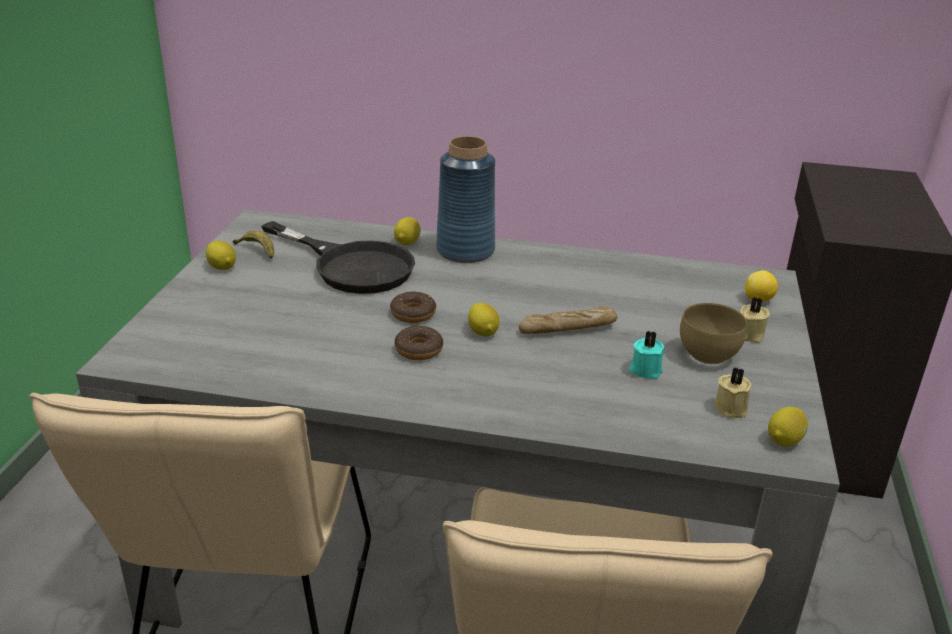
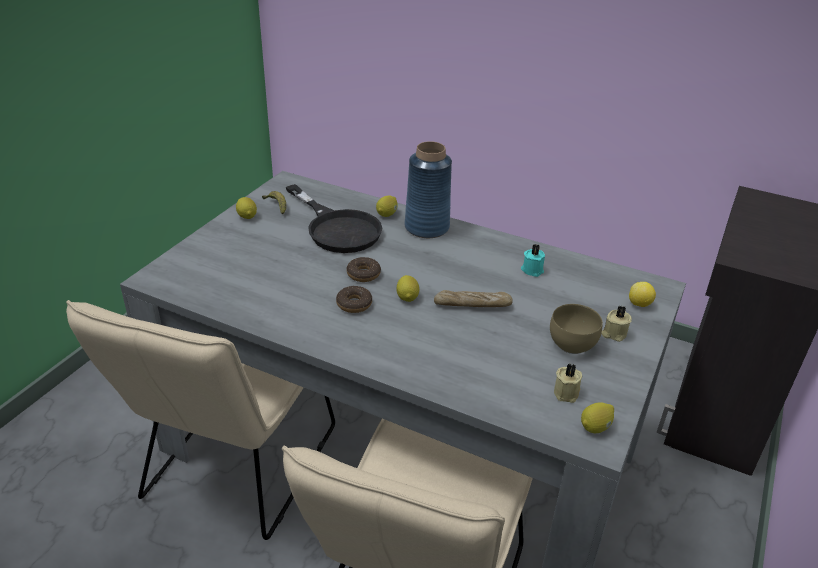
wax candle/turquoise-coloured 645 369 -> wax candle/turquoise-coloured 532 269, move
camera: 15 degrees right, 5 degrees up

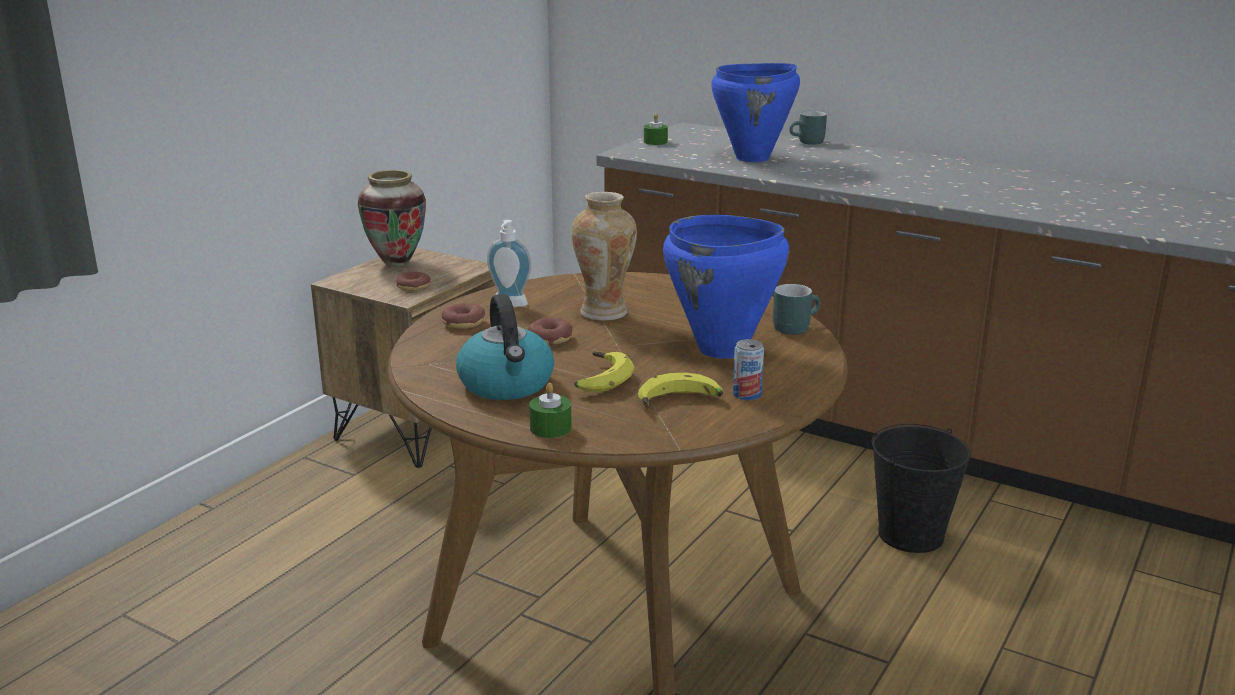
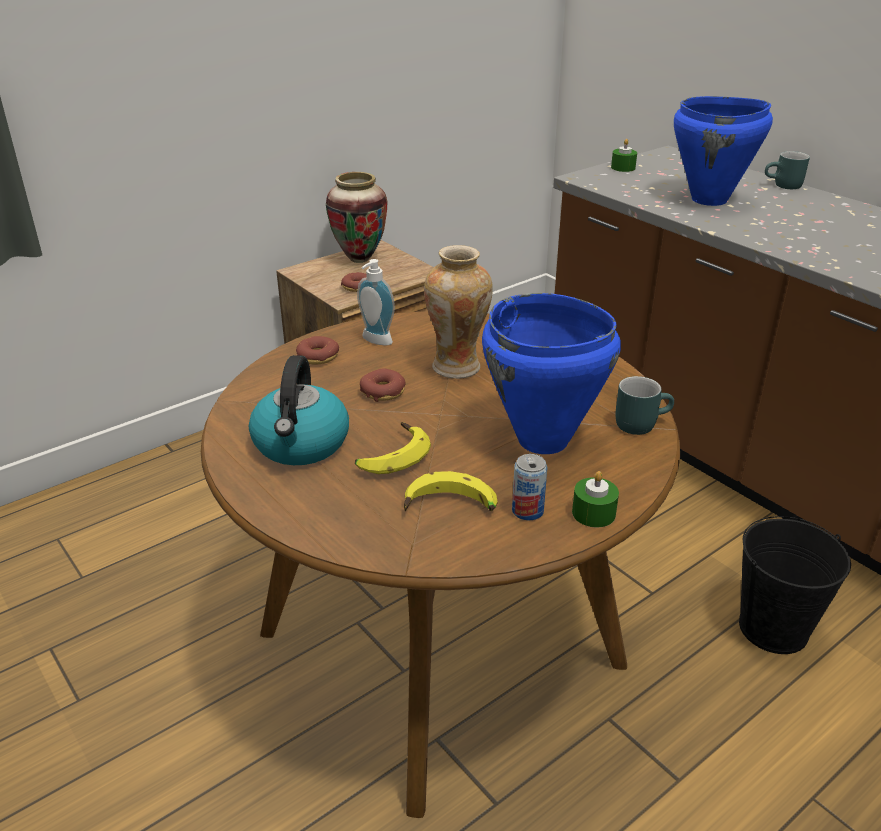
wax candle/green-coloured 550 428 -> wax candle/green-coloured 593 513, move
camera: 20 degrees right, 10 degrees up

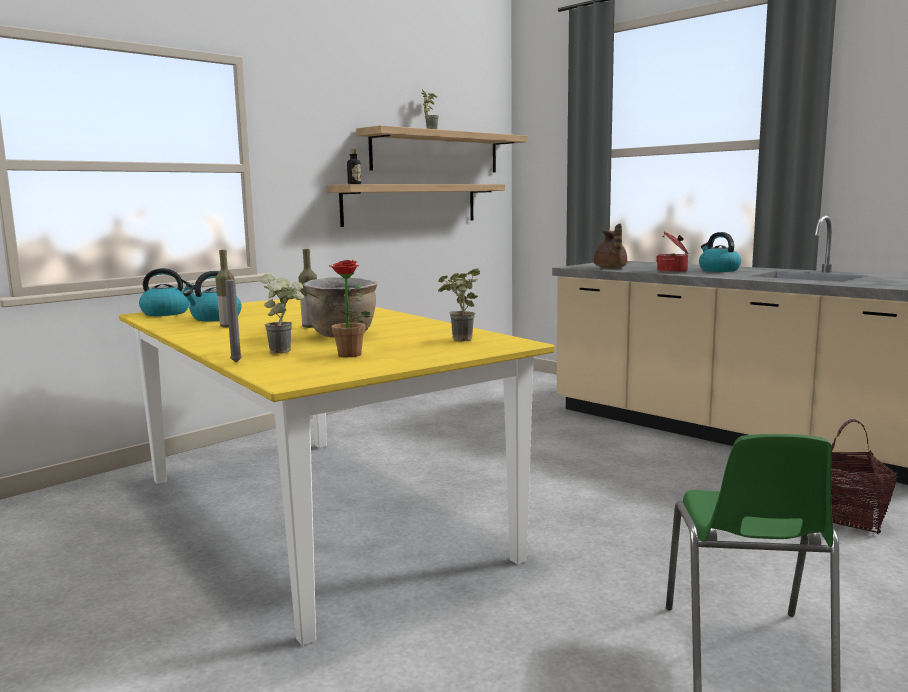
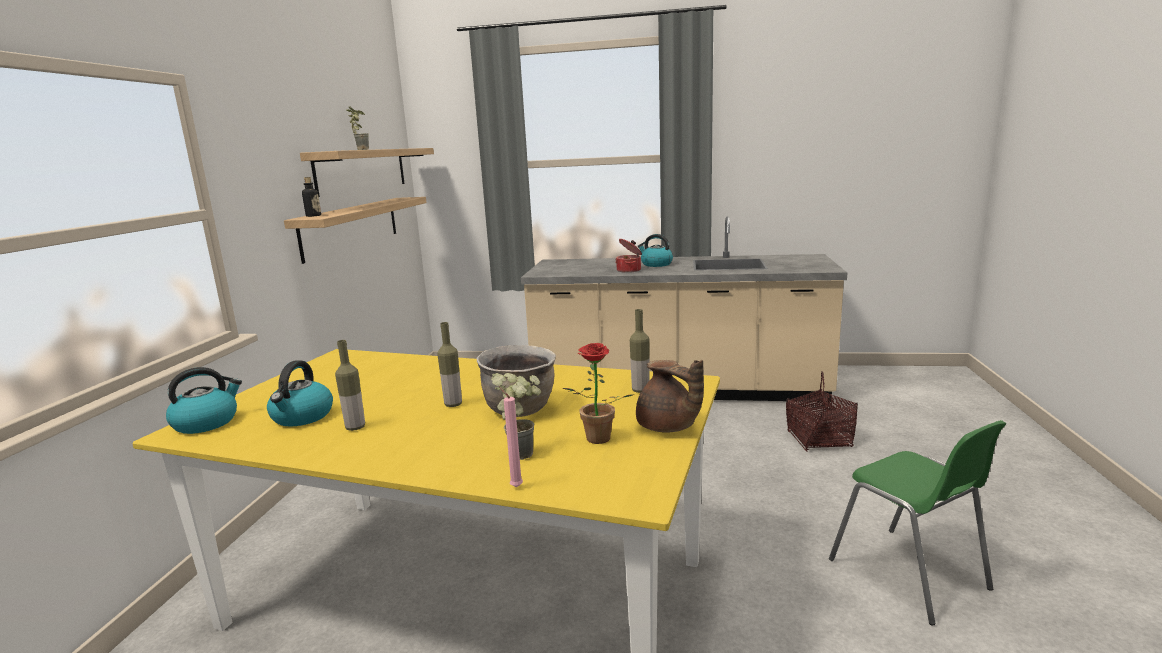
wax candle/grey 236 362 -> wax candle/pink-coloured 515 486
houseplant 458 341 -> bottle 640 390
pot for tea/brown 610 268 -> pot for tea/brown 668 427, move
camera: 35 degrees left, 5 degrees up

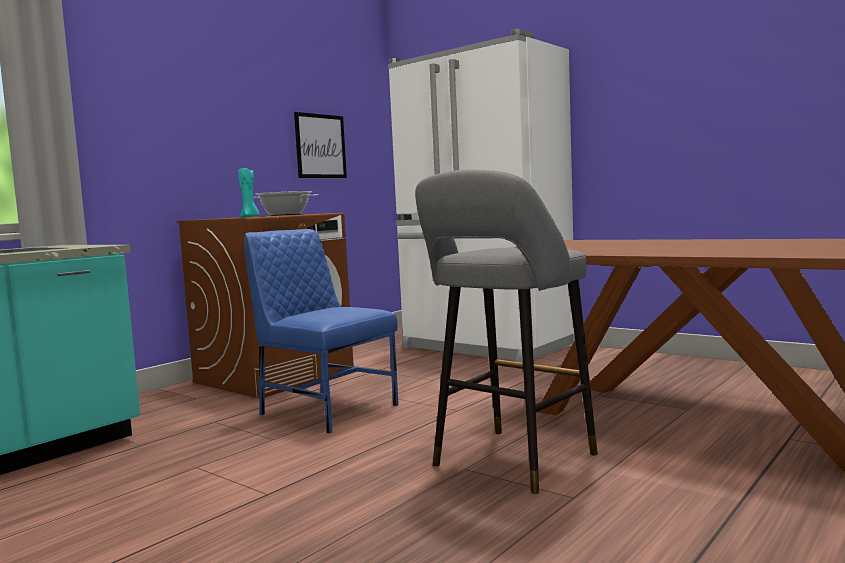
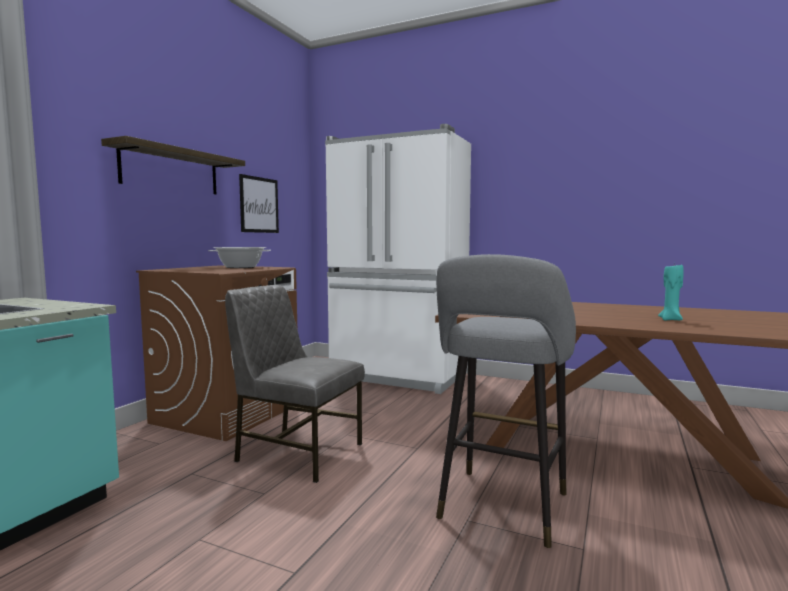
wax candle/turquoise-coloured 249 217 -> wax candle/turquoise-coloured 671 320, move
chair/blue 326 410 -> chair/grey 297 452
none -> wall shelf 171 171
camera: 15 degrees left, 0 degrees up

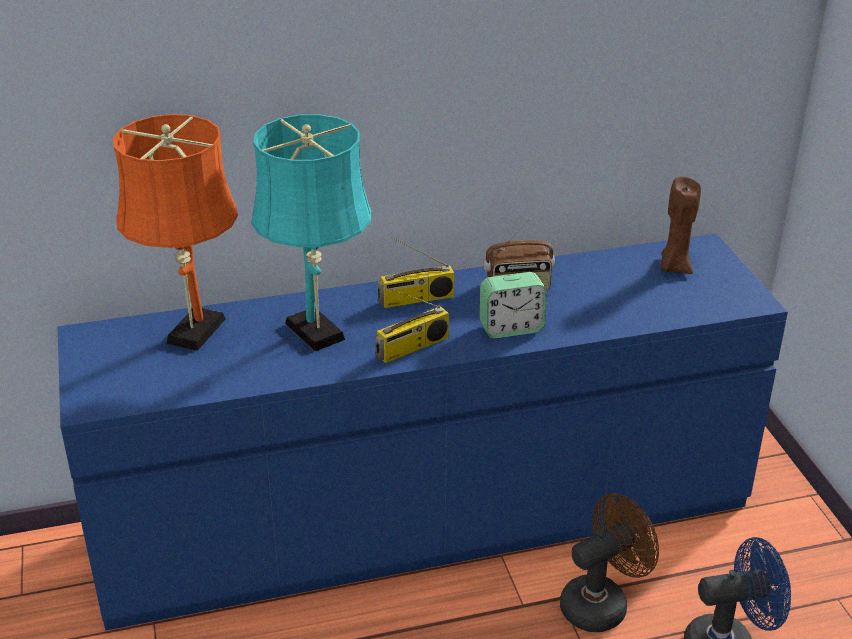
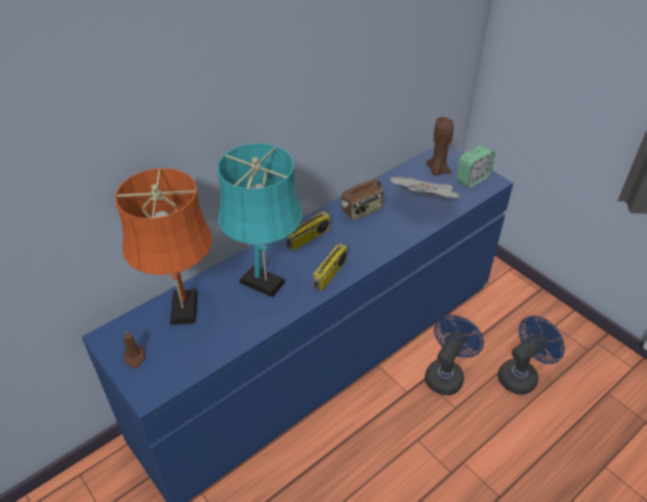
table clock 511 328 -> table clock 472 179, move
cooling fan/brown 602 603 -> cooling fan/blue 446 374
none -> wax candle/brown 135 357
none -> printed paper 425 201
camera: 25 degrees left, 10 degrees up

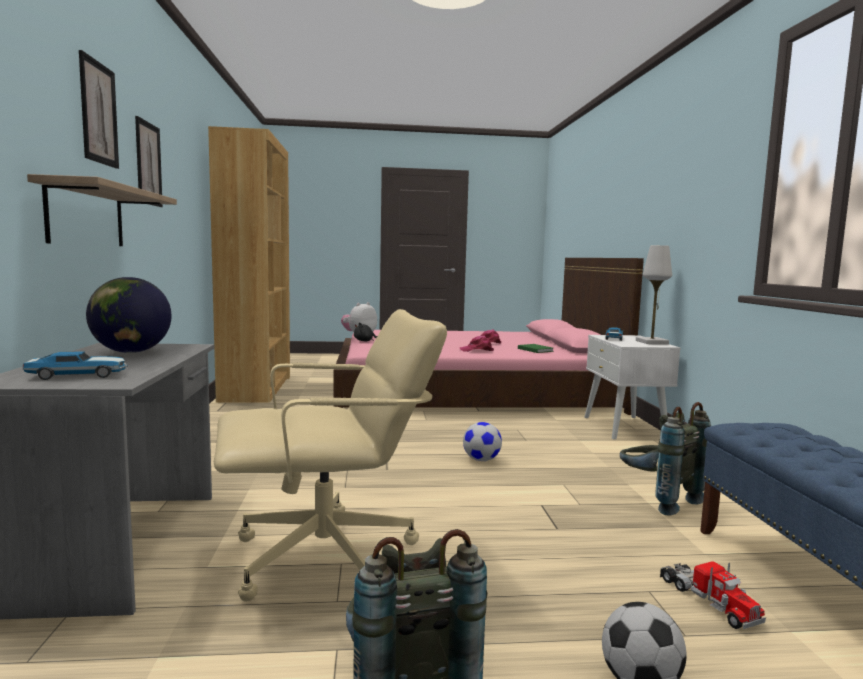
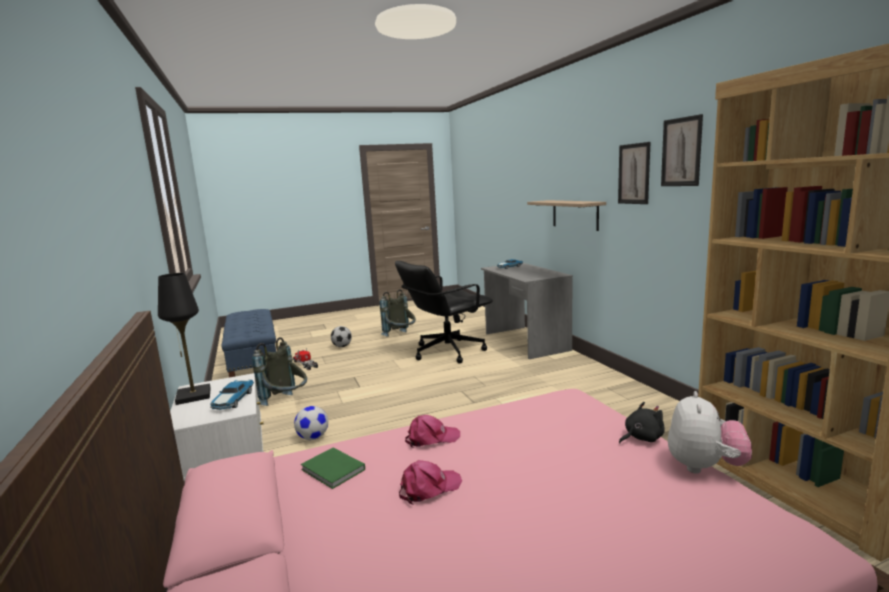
wall picture 98 113 -> wall picture 681 152, move
world globe 131 352 -> none
desk chair/beige 327 558 -> desk chair/black-coloured 447 351
football ball 481 460 -> football ball 313 437, move
lamp for a table/white-coloured 651 342 -> lamp for a table/black-coloured 193 396
camera: 165 degrees right, 5 degrees up

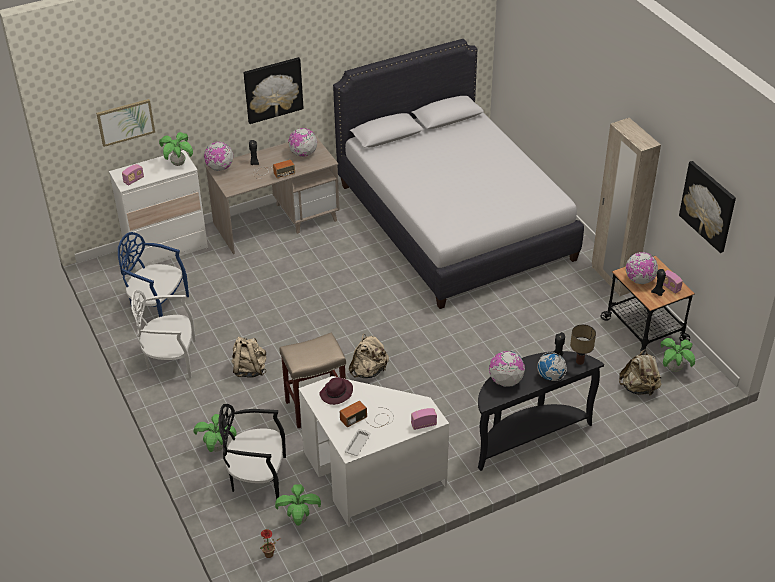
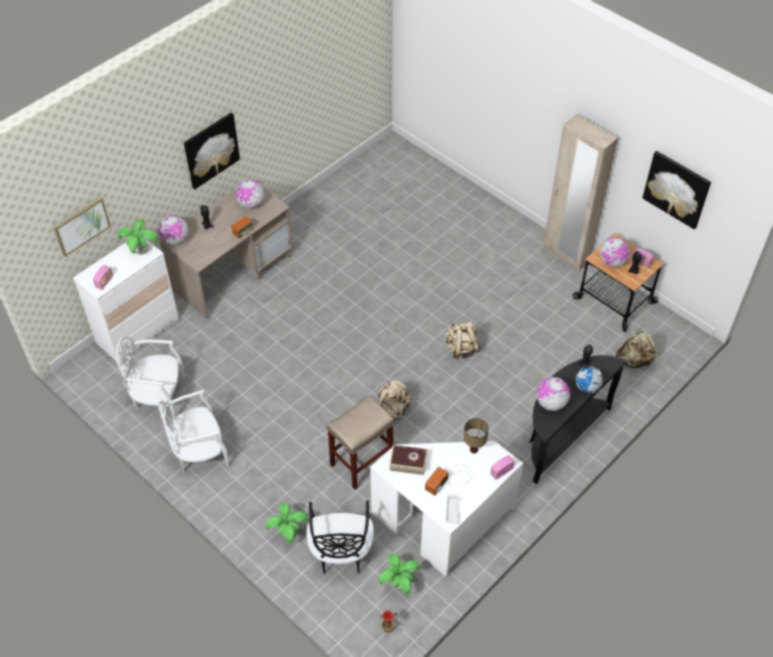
chair/blue 157 306 -> chair/white-coloured 158 397
chair/black-coloured 257 477 -> chair/black-coloured 341 553, 75 degrees counterclockwise
rucksack/beige 249 369 -> rucksack/beige 461 348, move
clothing hat/purple 336 393 -> book 408 462
sleeping bed/white-coloured 454 221 -> none
lamp for a table 580 362 -> lamp for a table 474 450, move
houseplant 674 369 -> none
camera: 20 degrees left, 10 degrees up

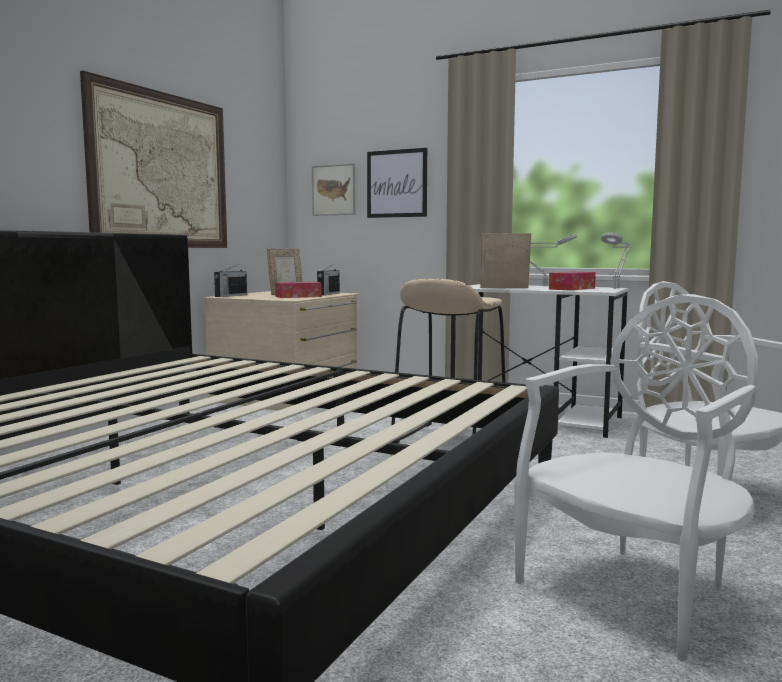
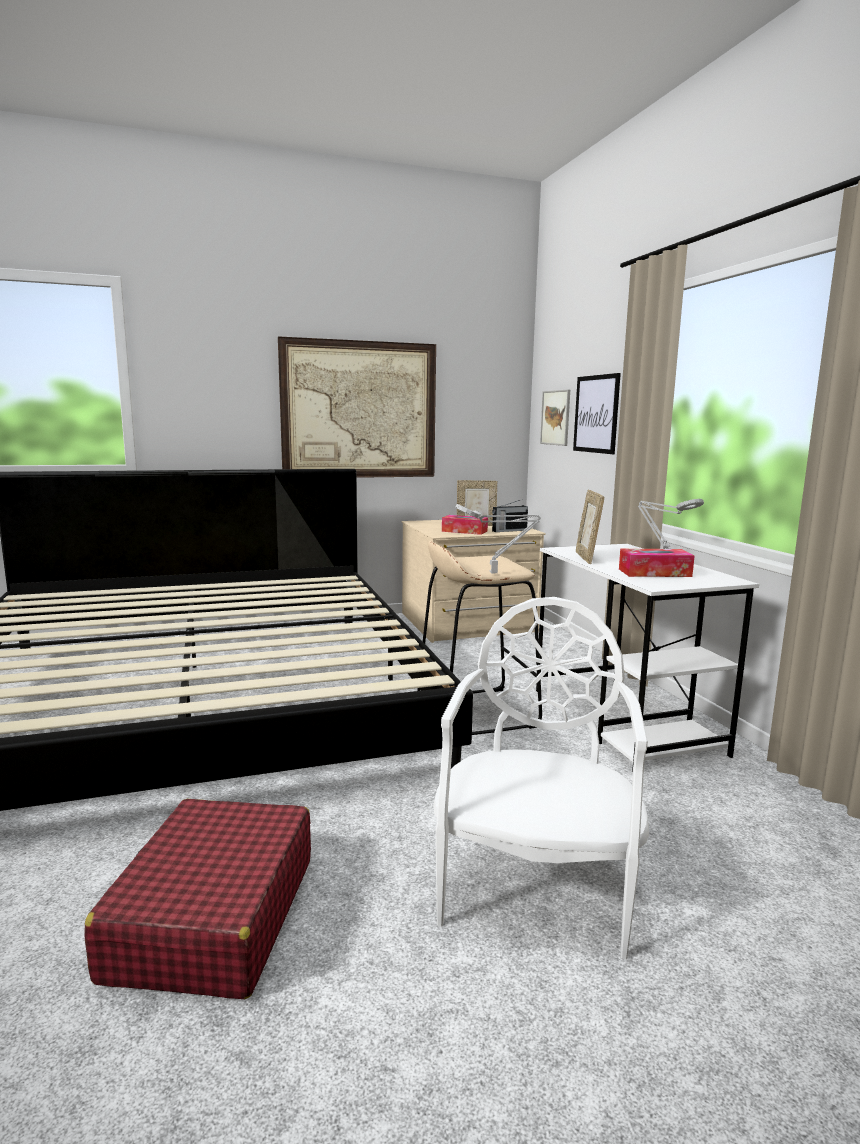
radio receiver 230 295 -> none
picture frame 504 288 -> picture frame 587 558, 135 degrees counterclockwise
chair/white-coloured 634 591 -> travel case/reddish 213 917
lamp for a table/grey 616 288 -> lamp for a table/grey 496 573, move
camera: 45 degrees right, 5 degrees up

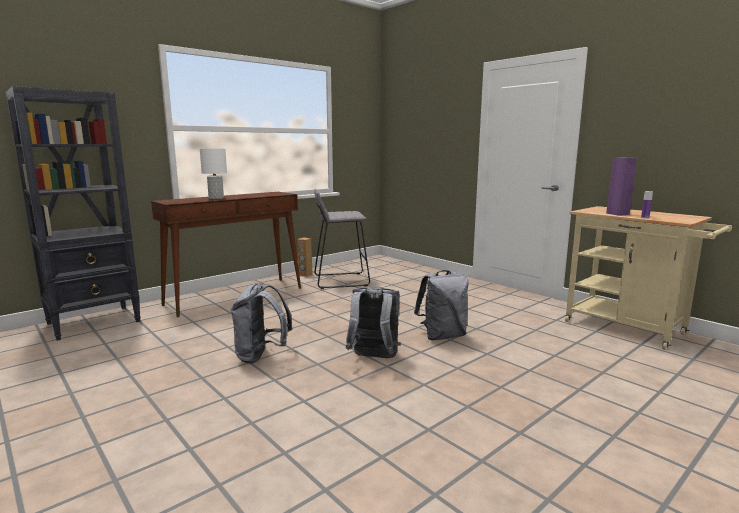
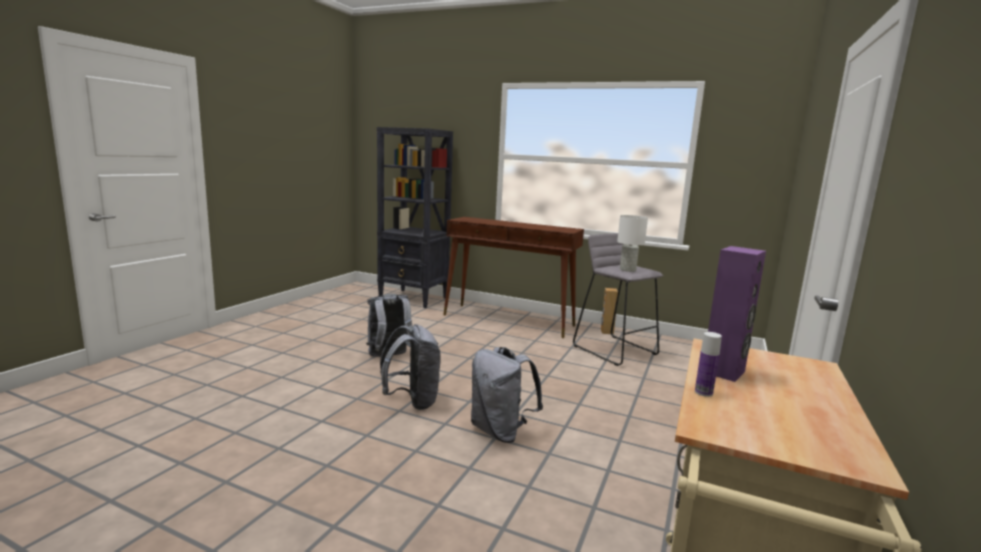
lamp for a table/white-coloured 216 198 -> lamp for a table/white-coloured 627 269, move
camera: 65 degrees right, 0 degrees up

